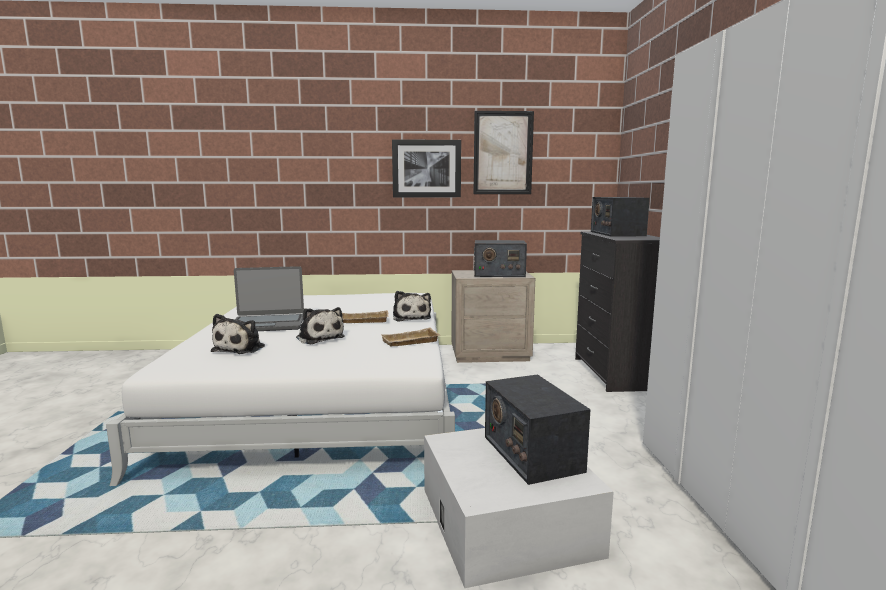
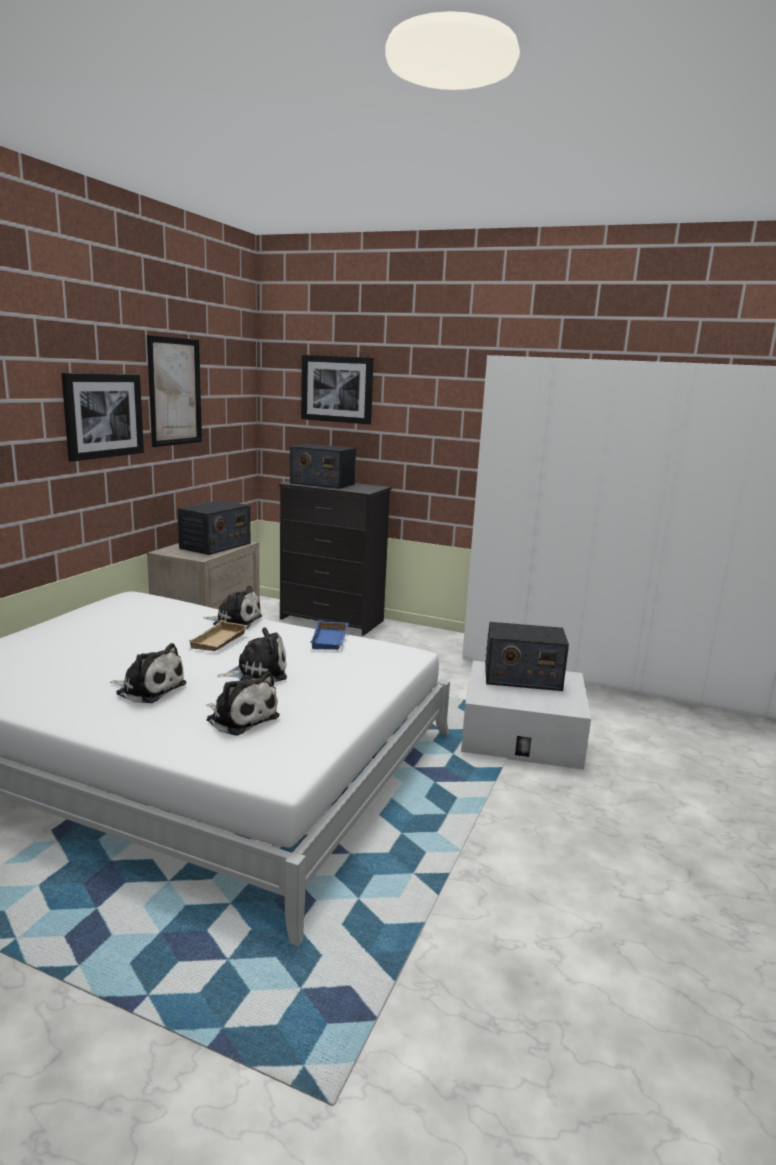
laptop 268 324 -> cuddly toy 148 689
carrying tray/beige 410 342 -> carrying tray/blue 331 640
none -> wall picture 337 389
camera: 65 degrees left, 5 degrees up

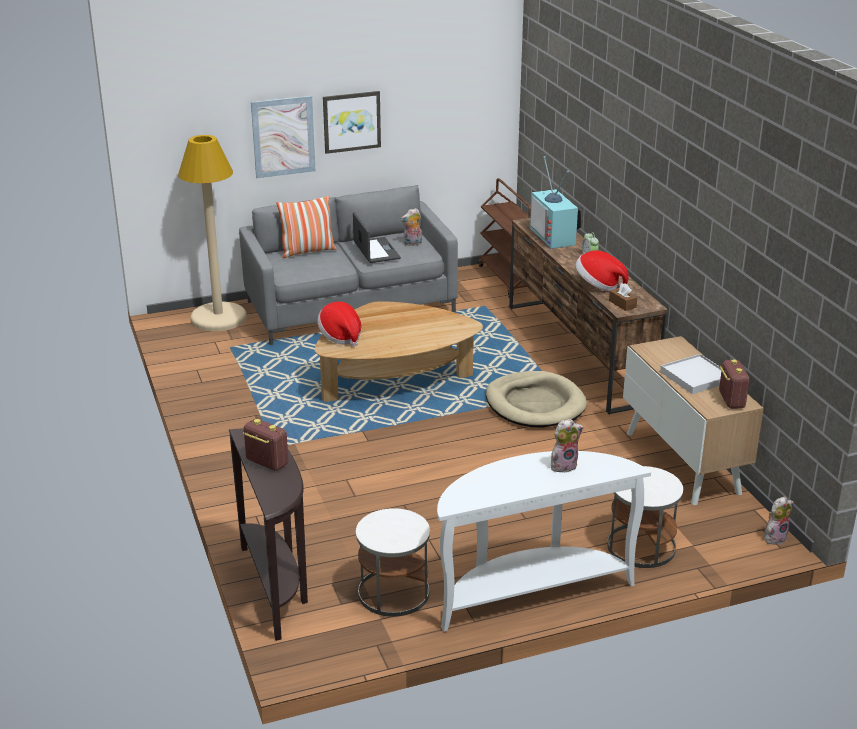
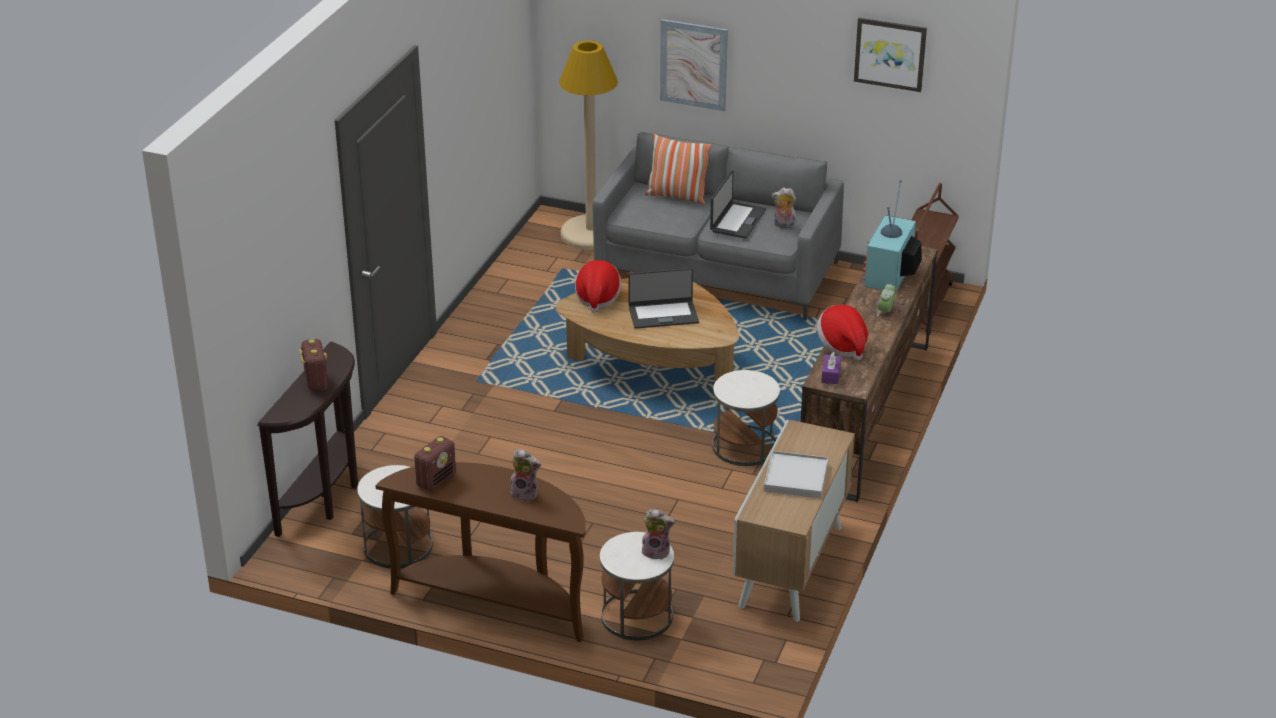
wall picture 351 121 -> wall picture 890 54, move
hall table/white-coloured 529 591 -> hall table/brown 495 600
pet bed/beige 535 404 -> accent table/white-coloured 744 446
tissue holder/brown 622 304 -> tissue holder/purple 830 375
radio receiver 731 400 -> radio receiver 436 480, move
cuddly toy 775 537 -> cuddly toy 657 551, move
none -> laptop 663 314
camera: 40 degrees right, 5 degrees up

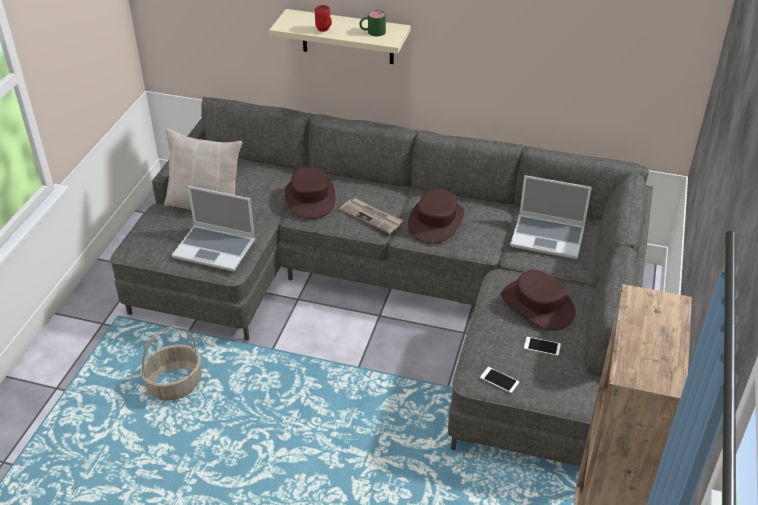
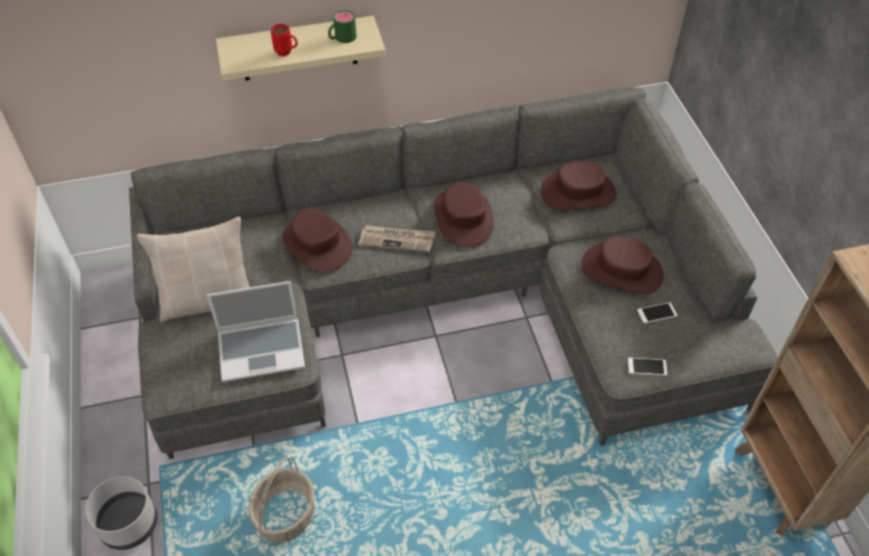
laptop 548 237 -> clothing hat/brown 578 192
none -> flower pot/grey 130 524
camera: 30 degrees left, 10 degrees up

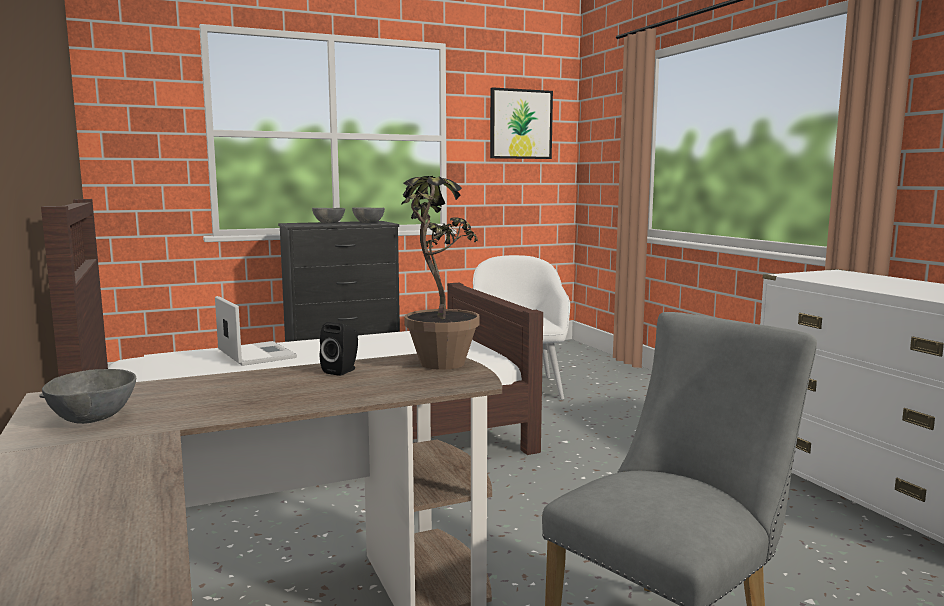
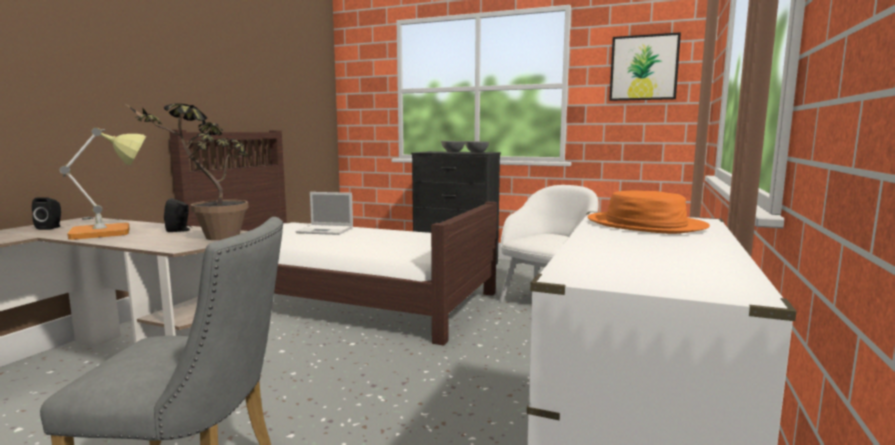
bowl/grey 94 417 -> loudspeaker/black-coloured 51 227
laptop 255 354 -> laptop 326 230, 90 degrees clockwise
none -> lamp for a table 110 232
none -> clothing hat/orangey 645 225
camera: 45 degrees right, 0 degrees up

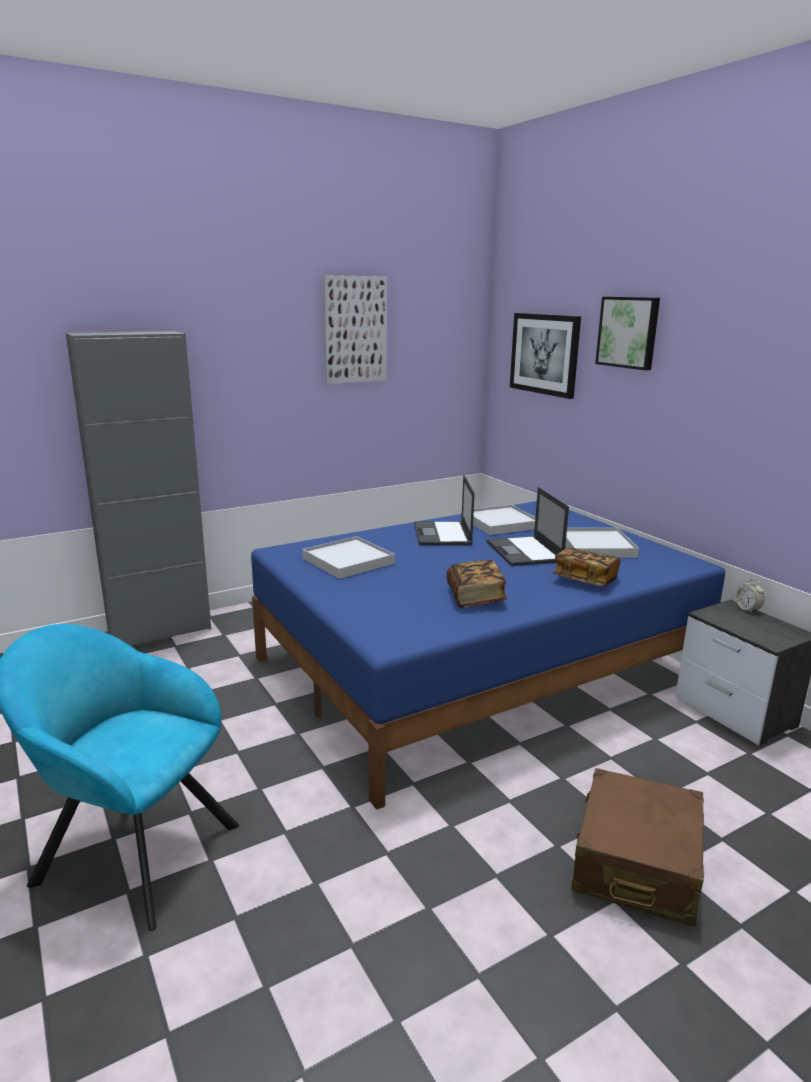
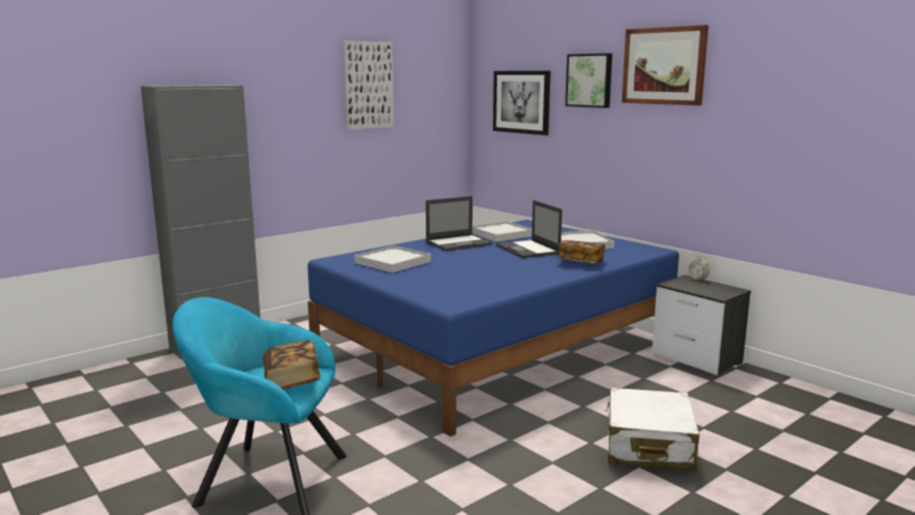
laptop 442 534 -> laptop 459 243, 105 degrees counterclockwise
book 475 597 -> book 292 380, move
travel case/brown 636 863 -> travel case/white-coloured 648 446
none -> wall picture 664 66
camera: 10 degrees left, 5 degrees down

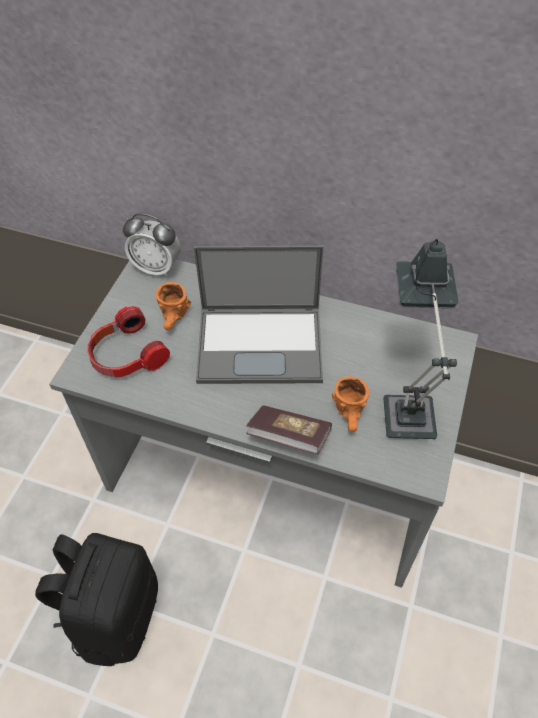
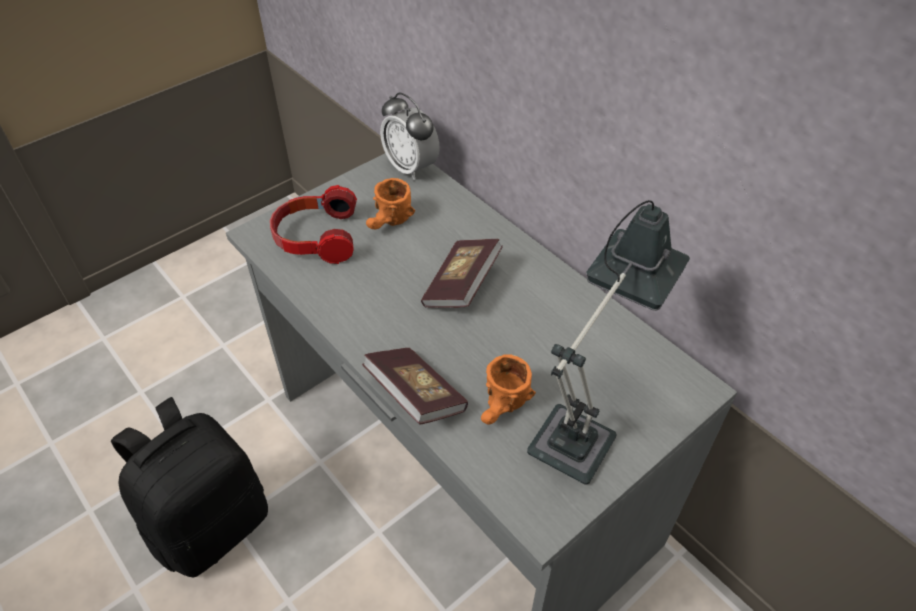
laptop 261 343 -> book 461 286
camera: 30 degrees right, 5 degrees down

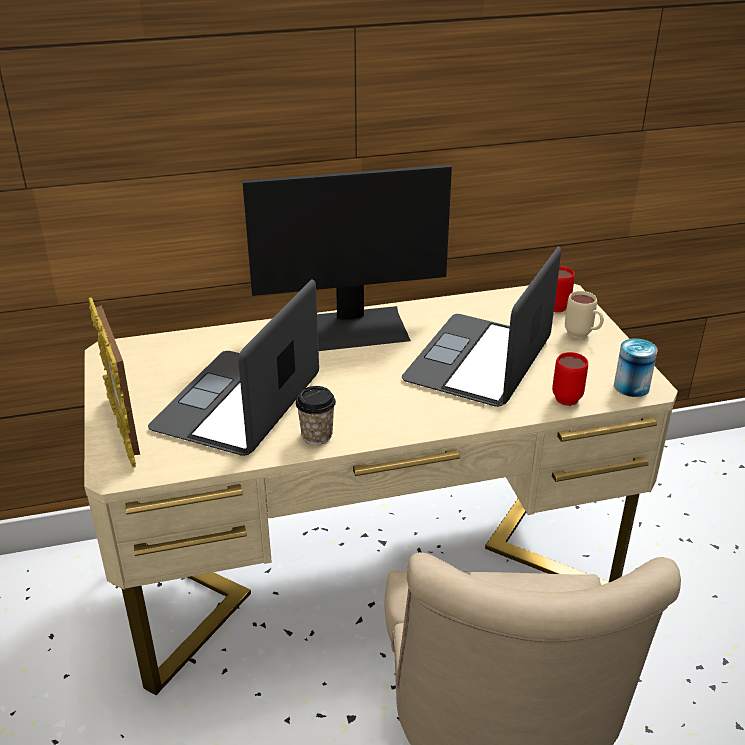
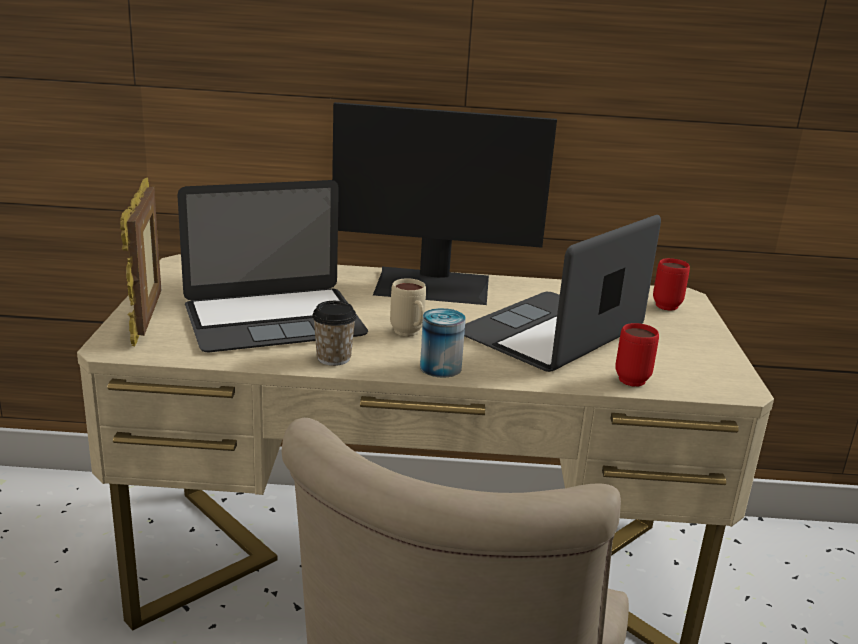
laptop 238 402 -> laptop 274 319, 150 degrees counterclockwise
tea mug/beige 582 336 -> tea mug/beige 409 335, move
sealed can 631 386 -> sealed can 440 367, move
camera: 15 degrees right, 10 degrees down

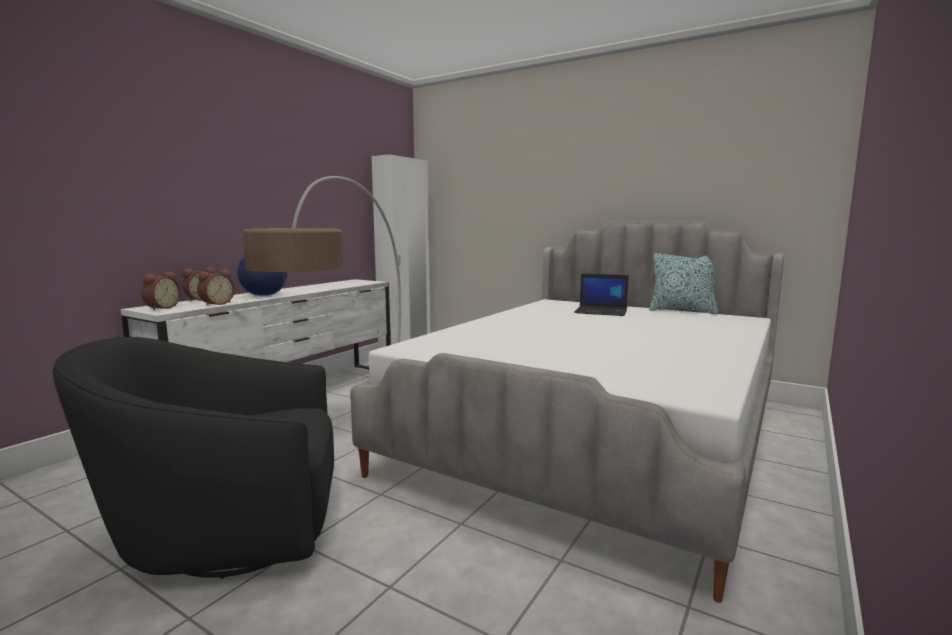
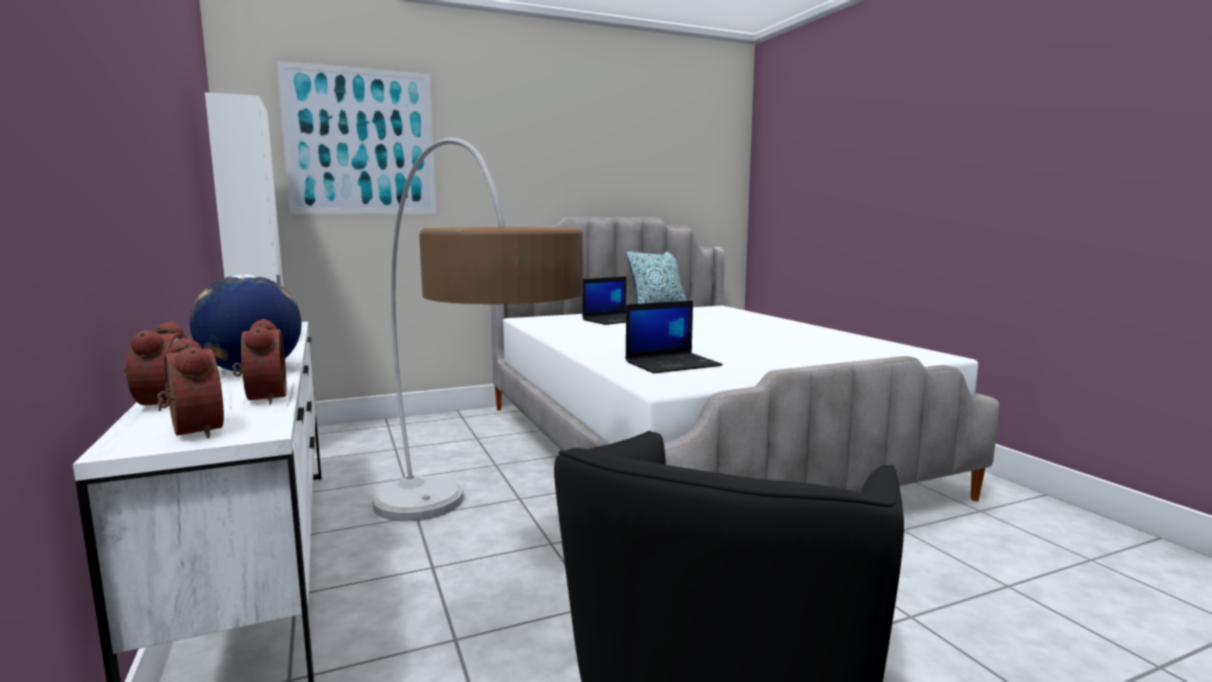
none -> wall picture 361 142
none -> laptop 673 364
camera: 55 degrees left, 0 degrees up

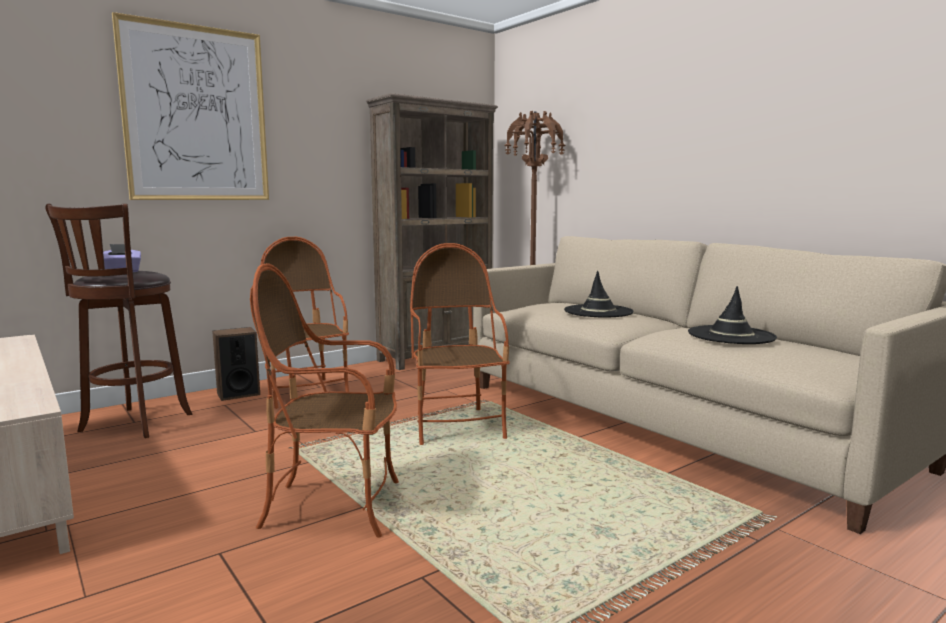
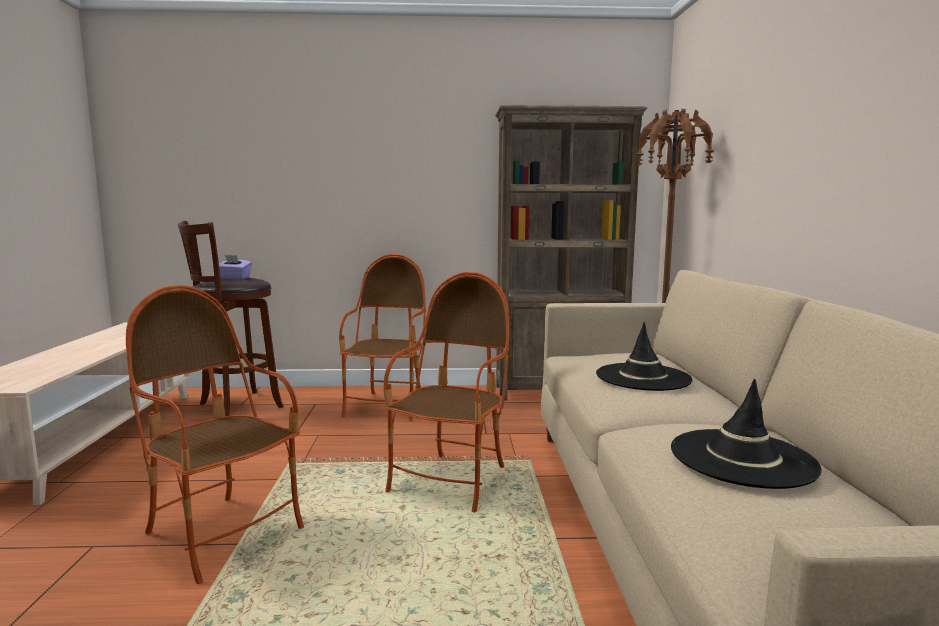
wall picture 196 114 -> none
loudspeaker 238 394 -> none
camera: 35 degrees right, 0 degrees up

